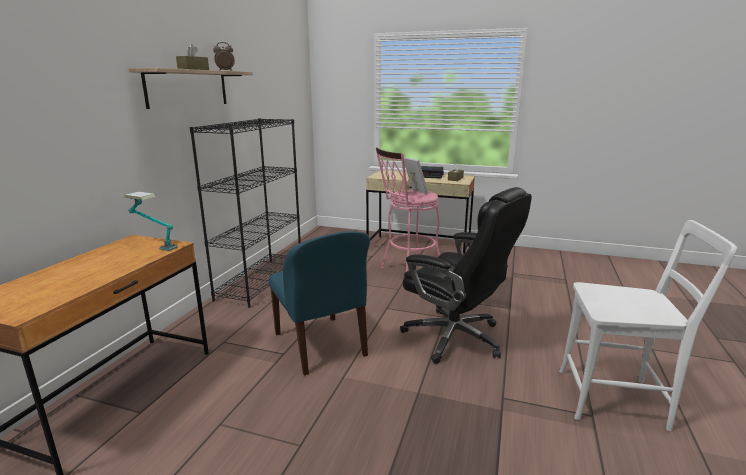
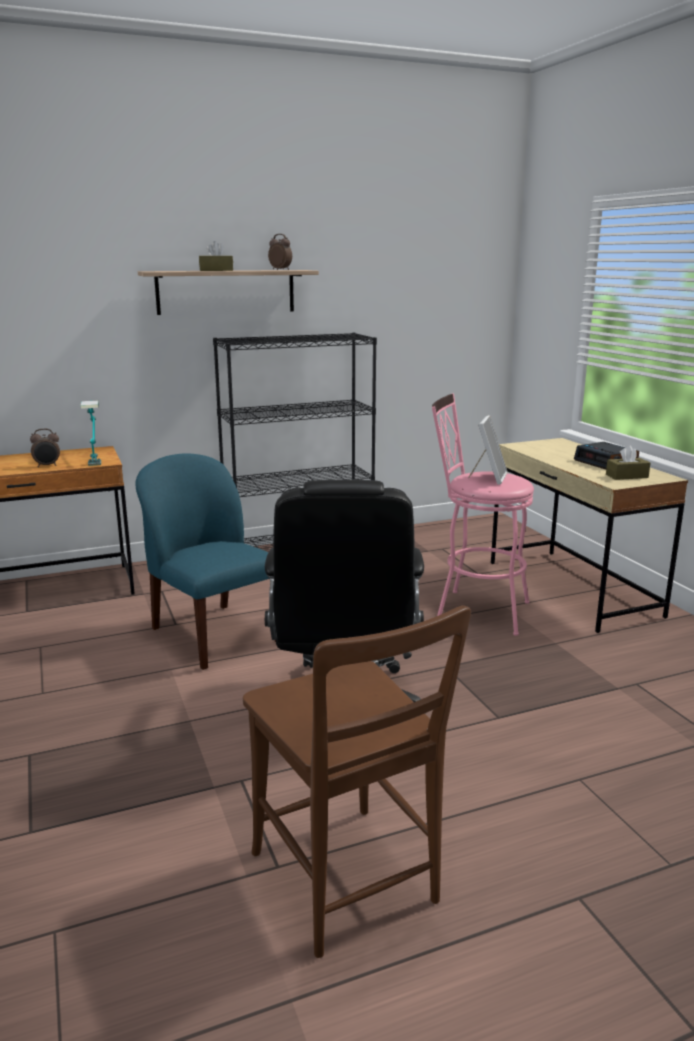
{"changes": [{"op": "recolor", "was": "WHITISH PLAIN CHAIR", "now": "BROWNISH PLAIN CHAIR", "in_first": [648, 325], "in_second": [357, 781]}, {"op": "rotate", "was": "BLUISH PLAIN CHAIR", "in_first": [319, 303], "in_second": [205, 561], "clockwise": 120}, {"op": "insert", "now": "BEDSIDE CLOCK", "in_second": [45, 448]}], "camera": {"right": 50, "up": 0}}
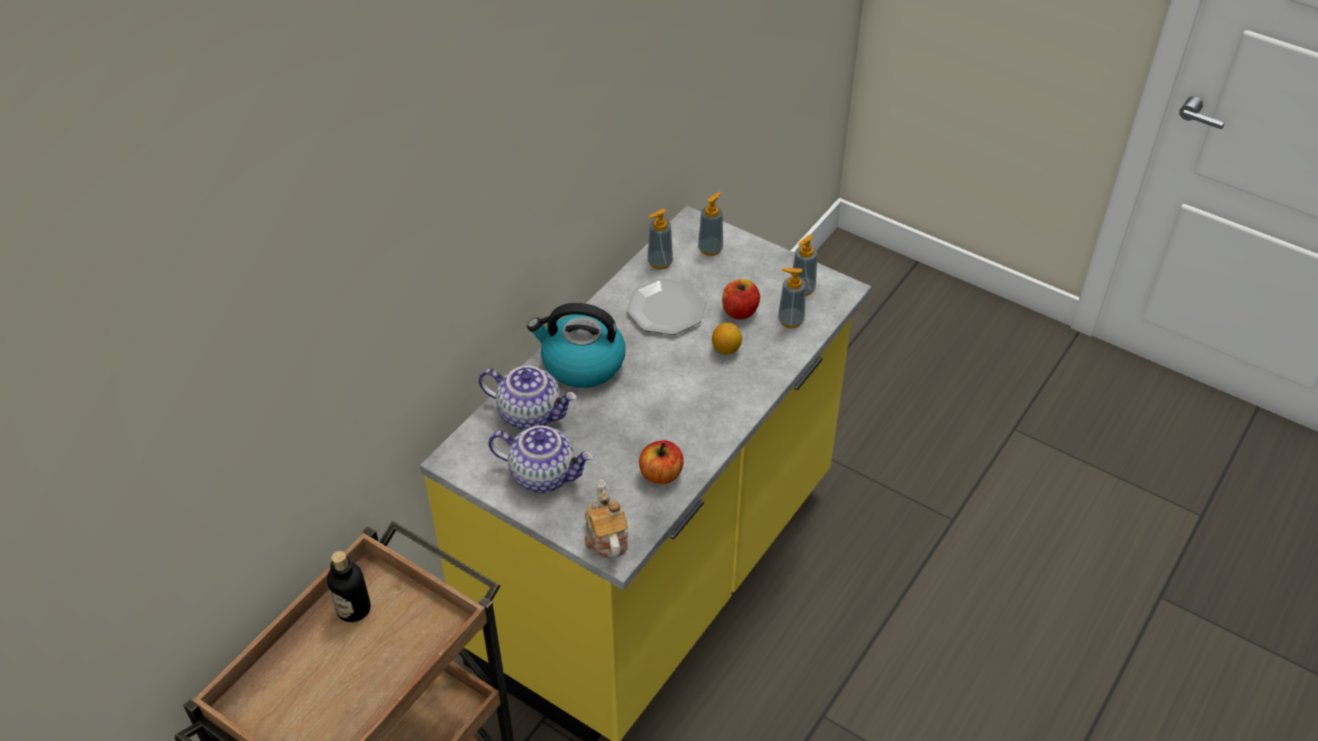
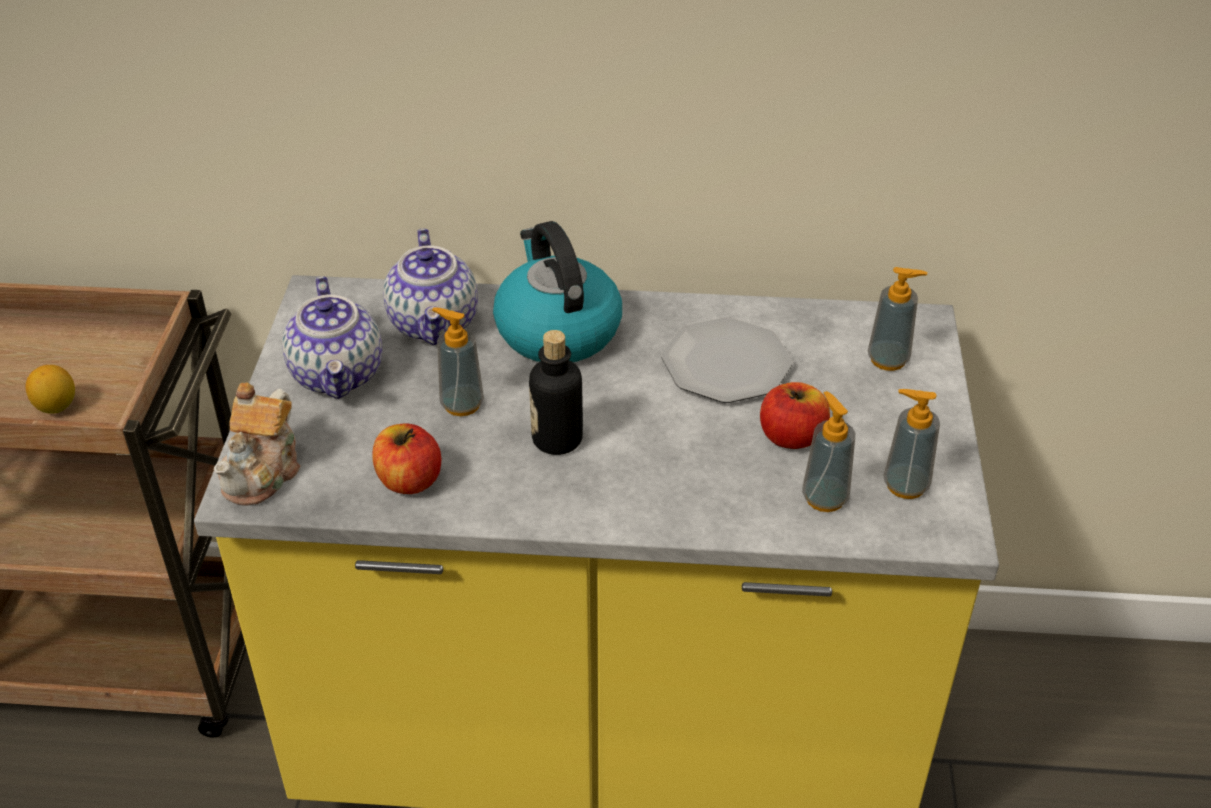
{"changes": [{"op": "move", "was": "LIQUID SOAP BOTTLE", "in_first": [660, 239], "in_second": [458, 362]}, {"op": "move", "was": "WHOLE LEMON", "in_first": [727, 338], "in_second": [50, 389]}, {"op": "rotate", "was": "TEAPOT", "in_first": [606, 518], "in_second": [257, 444], "clockwise": 150}, {"op": "move", "was": "BEVERAGE BOTTLE", "in_first": [349, 586], "in_second": [556, 392]}], "camera": {"right": 60, "up": -5}}
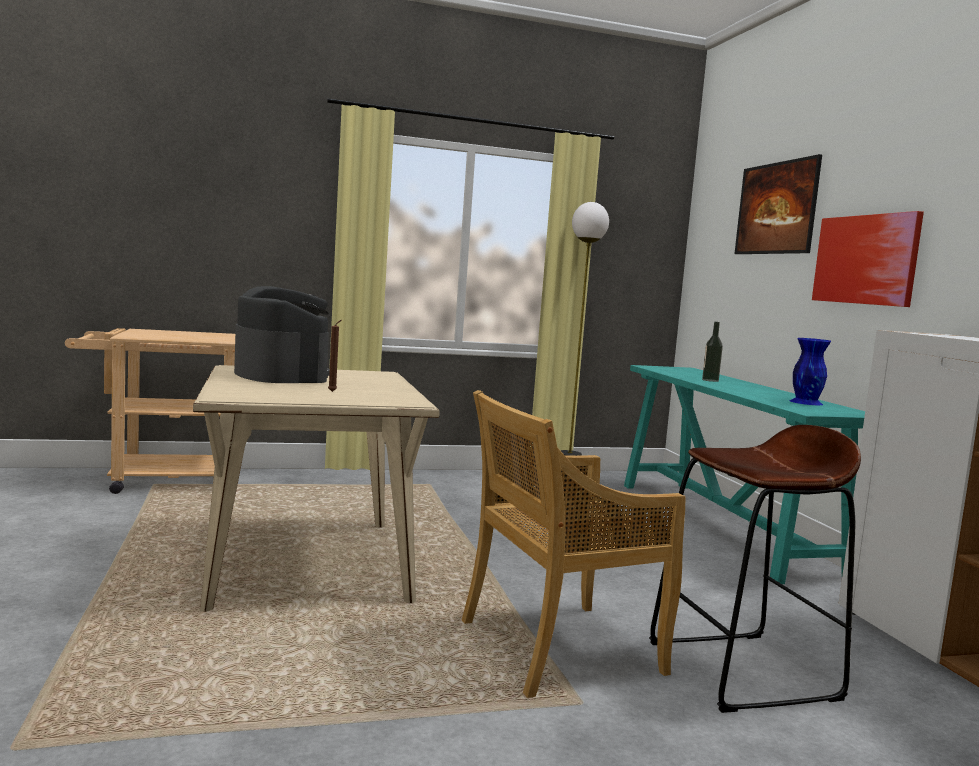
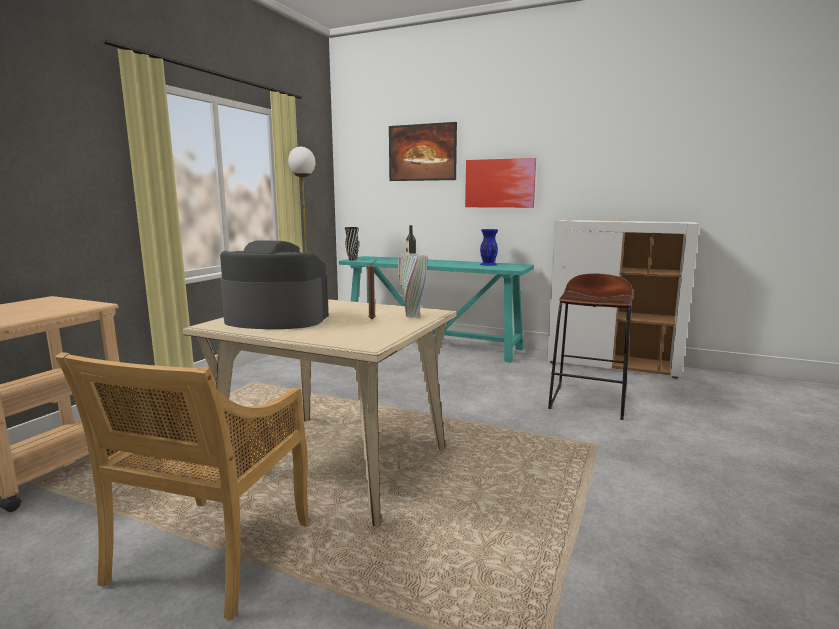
{"changes": [{"op": "move", "was": "SAND-COLOURED PLAIN CHAIR", "in_first": [573, 544], "in_second": [182, 486]}, {"op": "insert", "now": "BLACK FLOWER VASE", "in_second": [352, 244]}, {"op": "insert", "now": "WHITISH FLOWER VASE", "in_second": [412, 285]}], "camera": {"right": -50, "up": 5}}
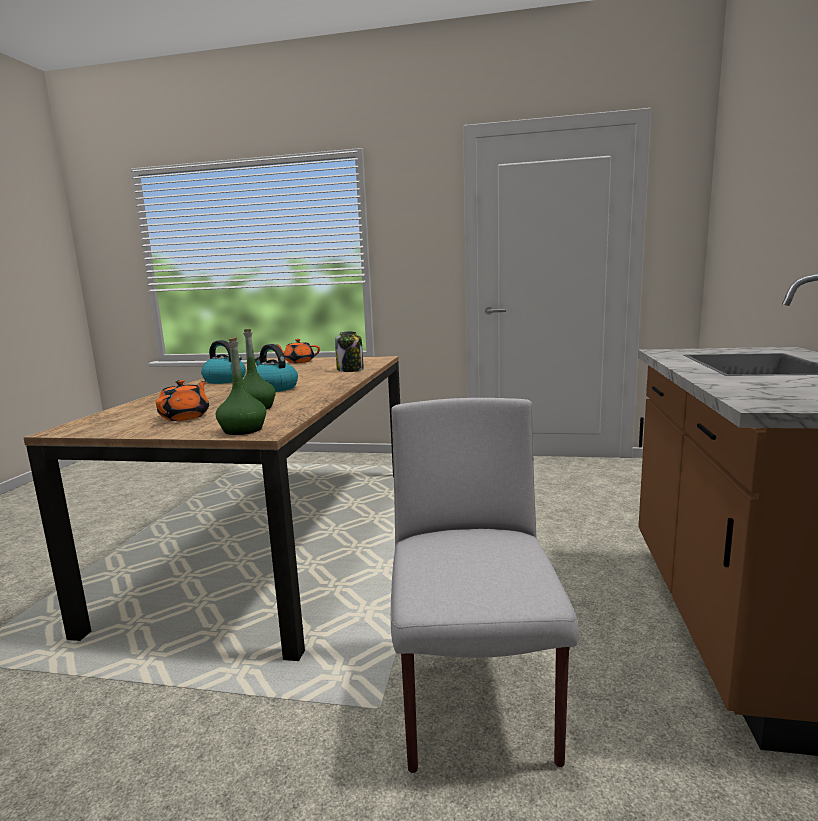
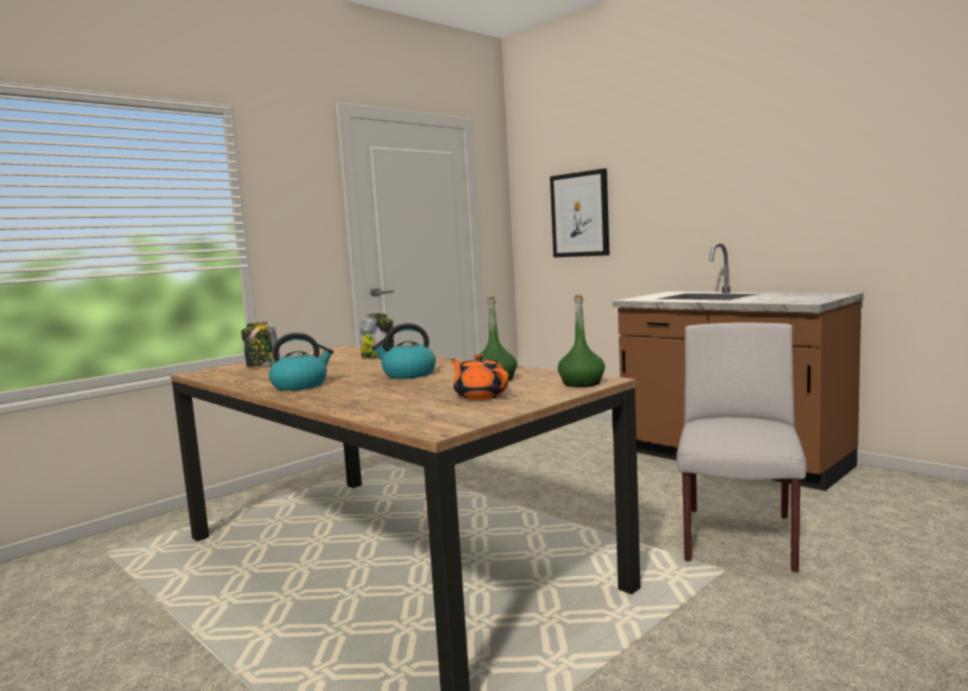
{"changes": [{"op": "replace", "was": "ORANGE TEAPOT", "now": "STORAGE JAR", "in_first": [297, 351], "in_second": [260, 344]}, {"op": "rotate", "was": "GREYISH PLAIN CHAIR", "in_first": [485, 585], "in_second": [741, 447], "clockwise": 75}, {"op": "insert", "now": "WALL ART", "in_second": [580, 213]}], "camera": {"right": -55, "up": -5}}
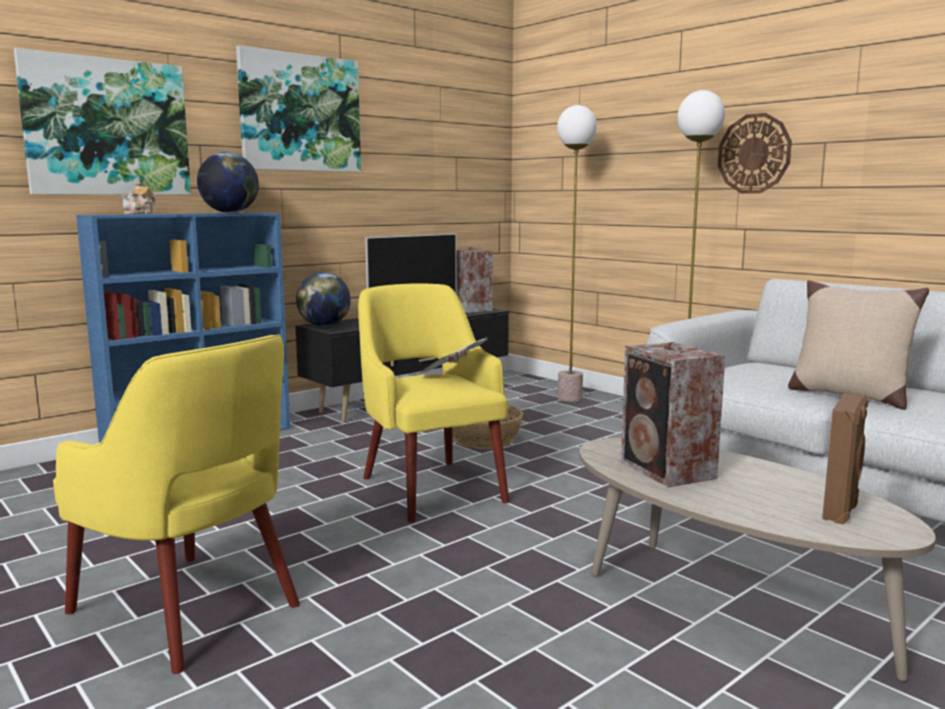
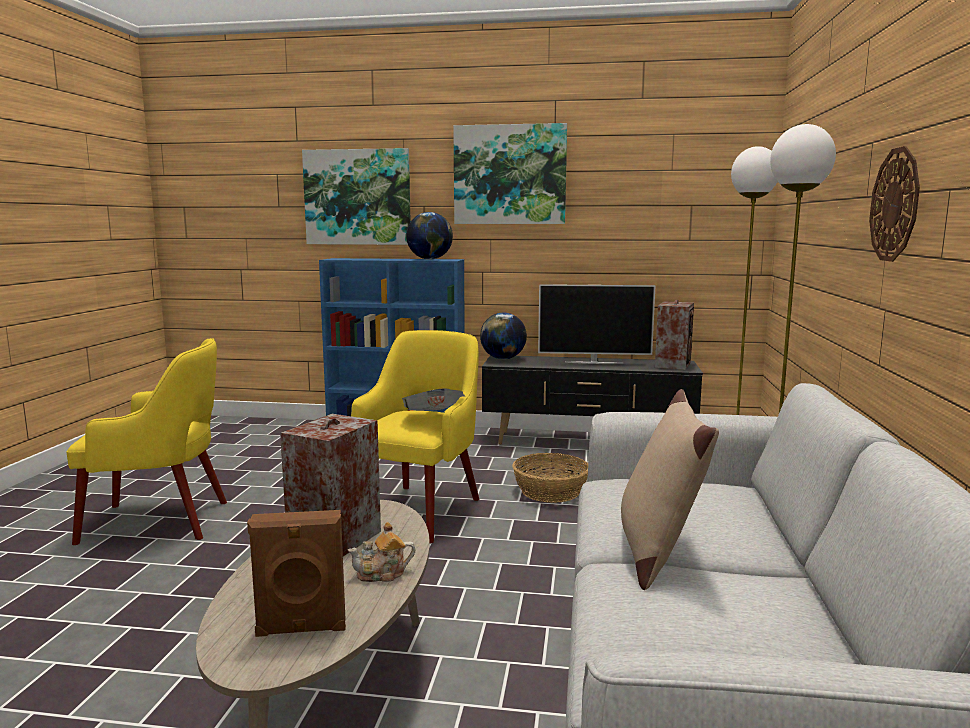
{"changes": [{"op": "move", "was": "TEAPOT", "in_first": [138, 197], "in_second": [381, 552]}, {"op": "rotate", "was": "YELLOW LOUNGE CHAIR", "in_first": [176, 504], "in_second": [147, 441], "clockwise": -90}], "camera": {"right": 50, "up": 0}}
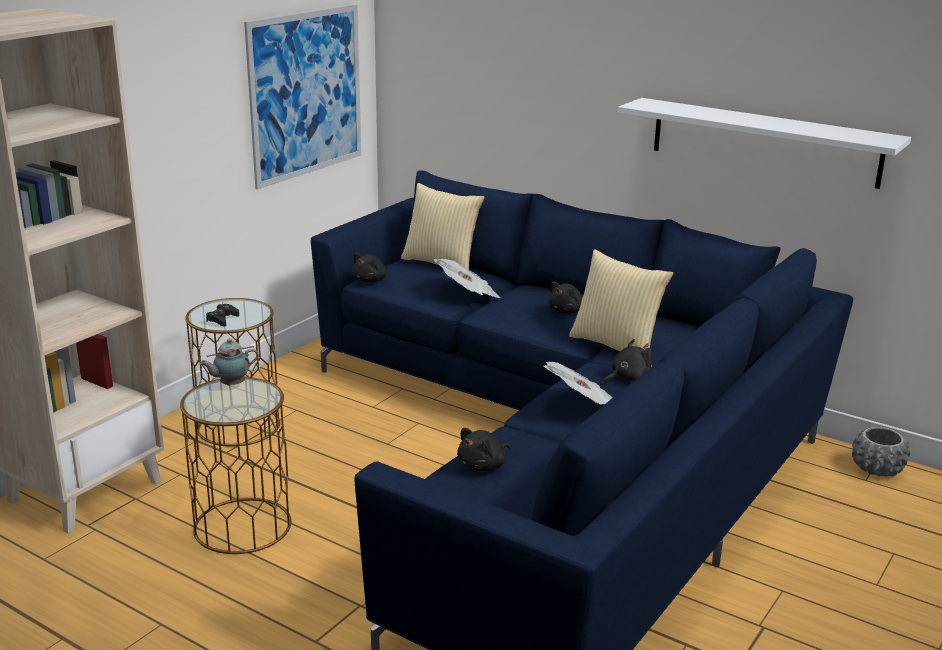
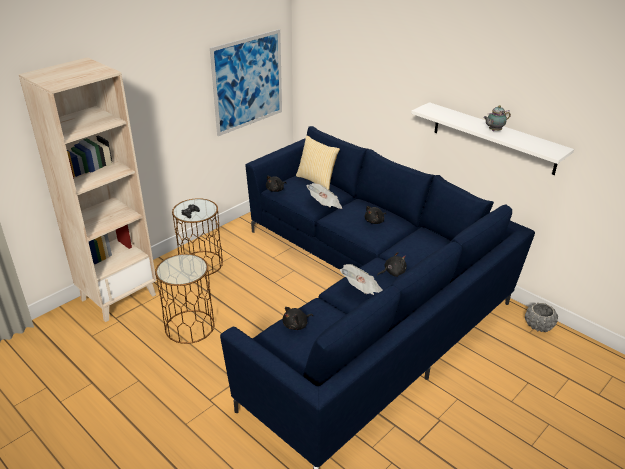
{"changes": [{"op": "delete", "was": "THROW PILLOW", "in_first": [621, 300]}, {"op": "move", "was": "TEAPOT", "in_first": [229, 362], "in_second": [497, 118]}], "camera": {"right": 10, "up": 10}}
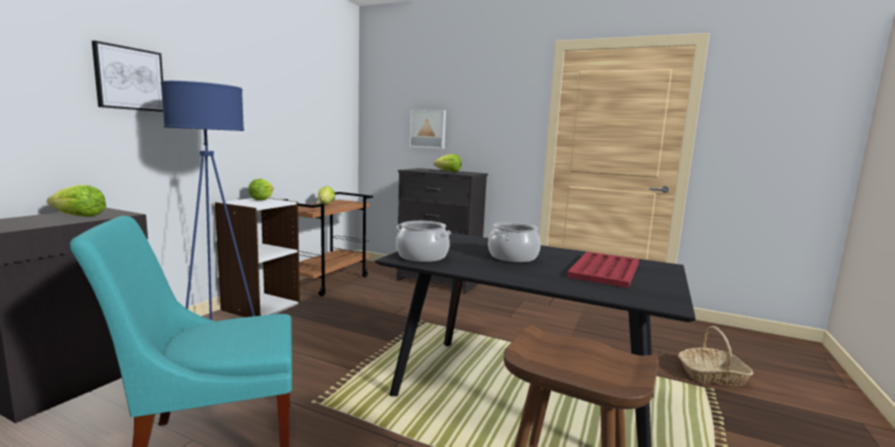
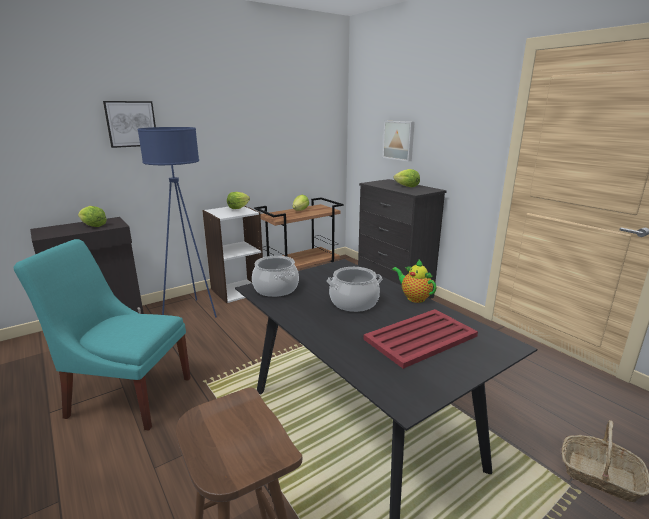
{"changes": [{"op": "insert", "now": "TEAPOT", "in_second": [414, 281]}], "camera": {"right": 30, "up": 10}}
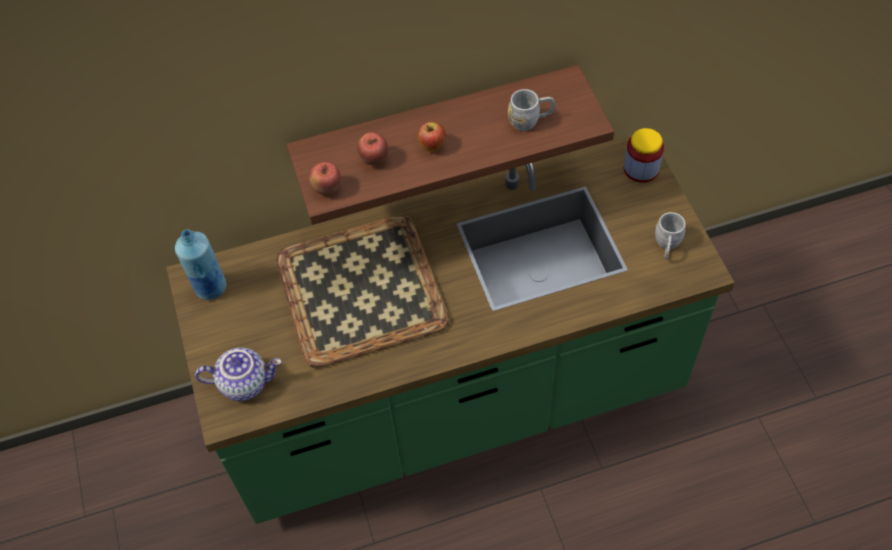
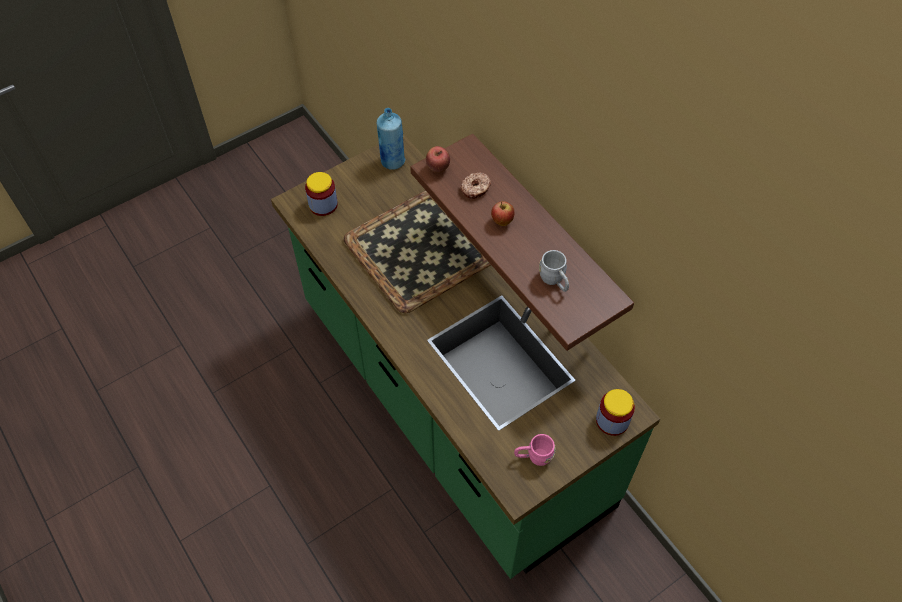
{"changes": [{"op": "replace", "was": "APPLE", "now": "DOUGHNUT", "in_first": [372, 148], "in_second": [475, 185]}, {"op": "recolor", "was": "GREYISH TEA MUG", "now": "PINK TEA MUG", "in_first": [670, 235], "in_second": [535, 450]}, {"op": "replace", "was": "TEAPOT", "now": "STORAGE JAR", "in_first": [238, 374], "in_second": [321, 194]}], "camera": {"right": 70, "up": 0}}
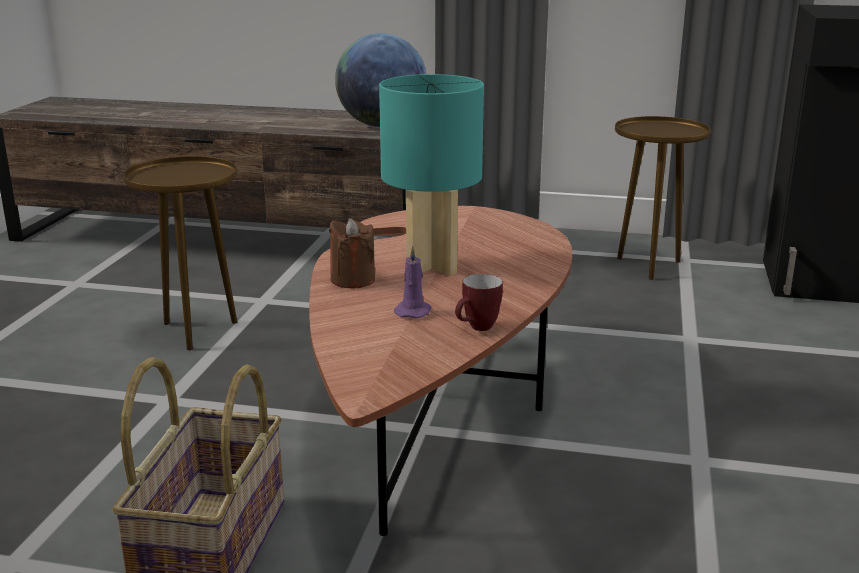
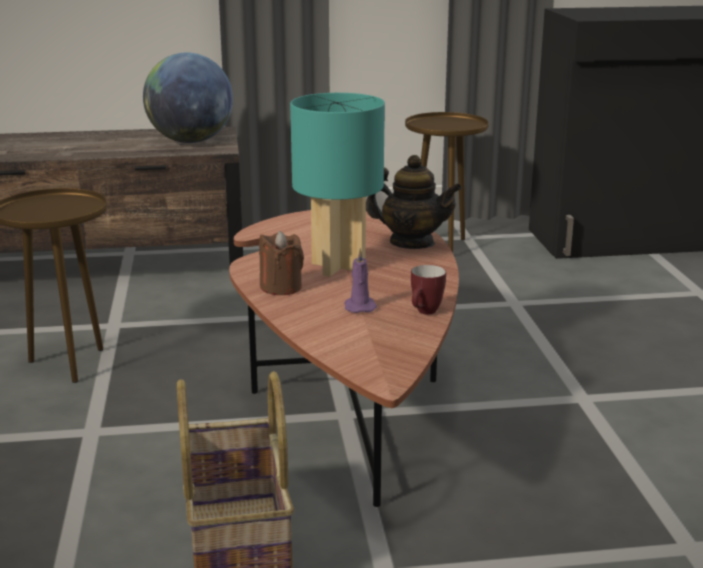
{"changes": [{"op": "insert", "now": "TEAPOT", "in_second": [414, 202]}], "camera": {"right": -20, "up": 0}}
